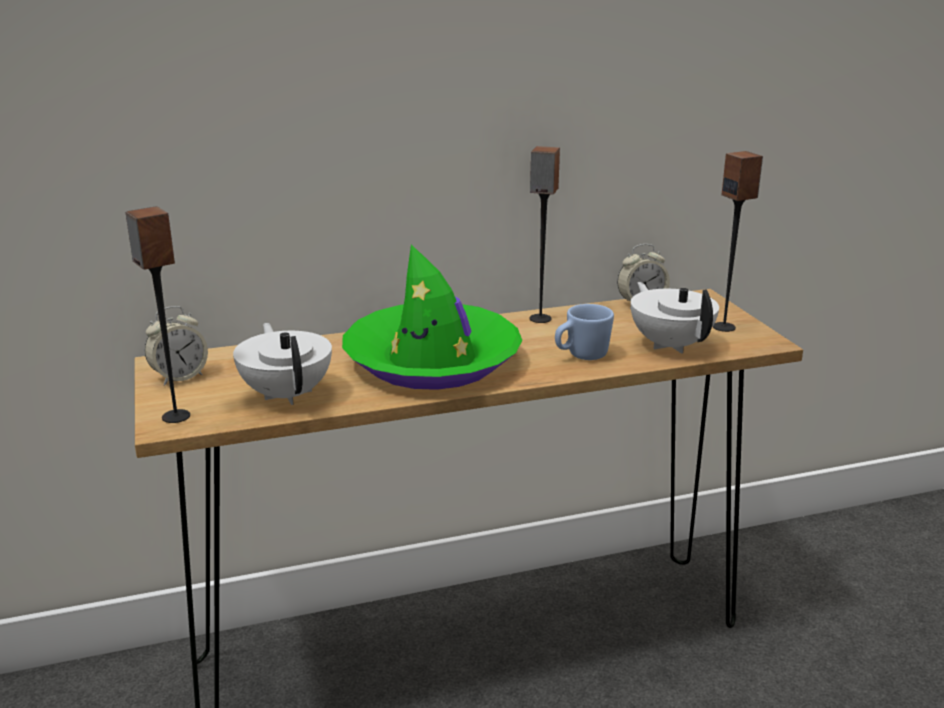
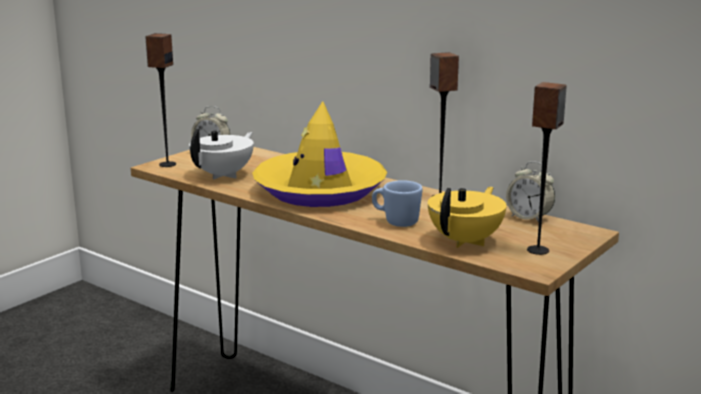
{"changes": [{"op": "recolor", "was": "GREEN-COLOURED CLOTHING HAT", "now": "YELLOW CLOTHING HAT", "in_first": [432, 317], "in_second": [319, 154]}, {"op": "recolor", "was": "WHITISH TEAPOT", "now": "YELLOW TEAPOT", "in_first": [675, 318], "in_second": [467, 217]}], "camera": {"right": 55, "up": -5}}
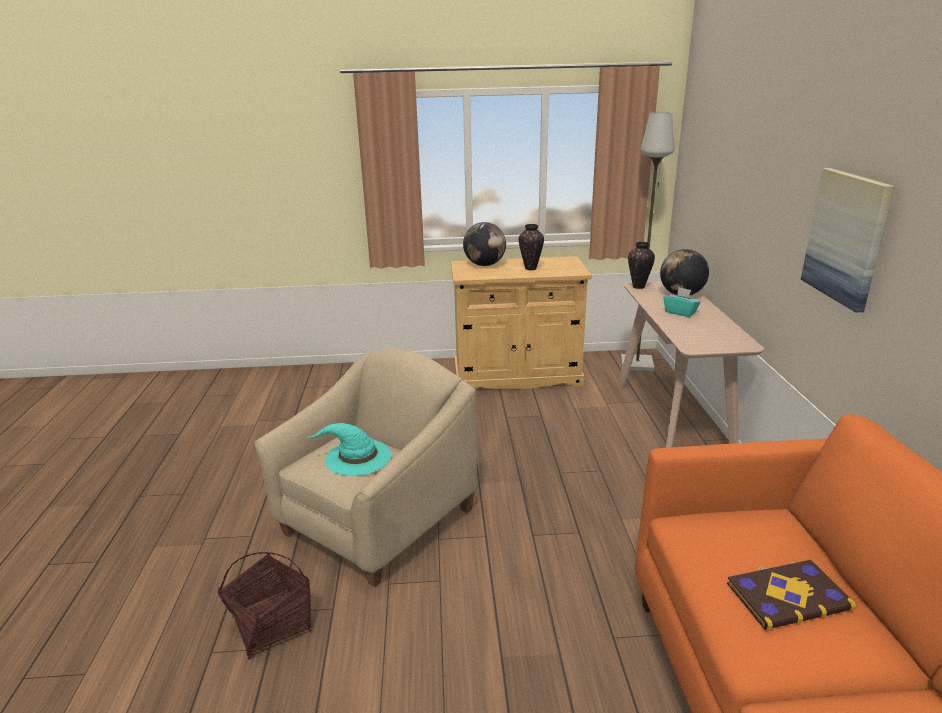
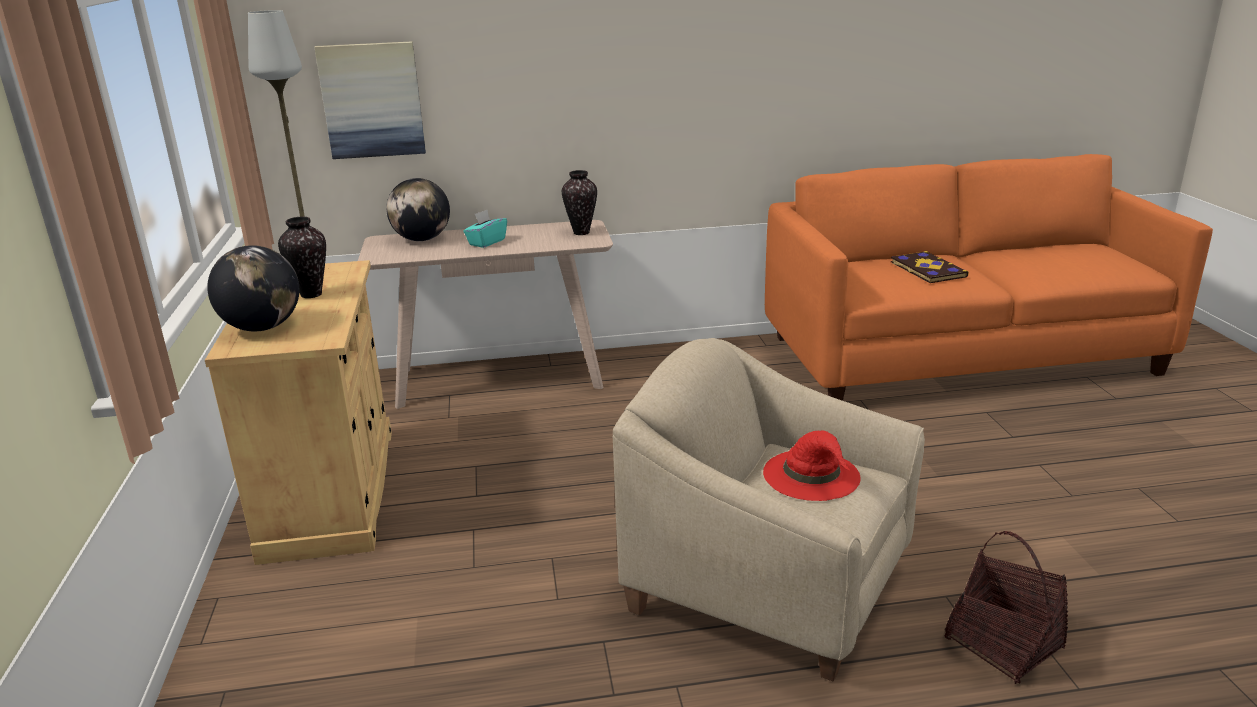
{"changes": [{"op": "move", "was": "WALL ART", "in_first": [848, 240], "in_second": [370, 100]}, {"op": "move", "was": "FLOWER VASE", "in_first": [641, 265], "in_second": [579, 202]}, {"op": "recolor", "was": "TURQUOISE-COLOURED CLOTHING HAT", "now": "RED-COLOURED CLOTHING HAT", "in_first": [349, 449], "in_second": [812, 465]}], "camera": {"right": -95, "up": 0}}
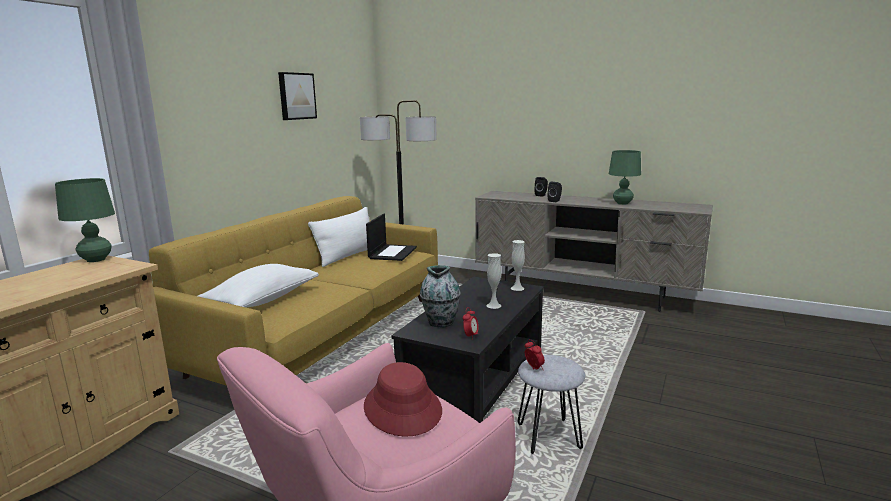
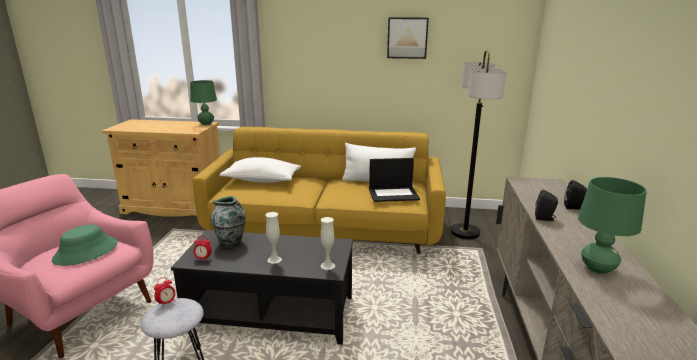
{"changes": [{"op": "recolor", "was": "RED-COLOURED CLOTHING HAT", "now": "GREEN-COLOURED CLOTHING HAT", "in_first": [403, 399], "in_second": [85, 245]}], "camera": {"right": 70, "up": 5}}
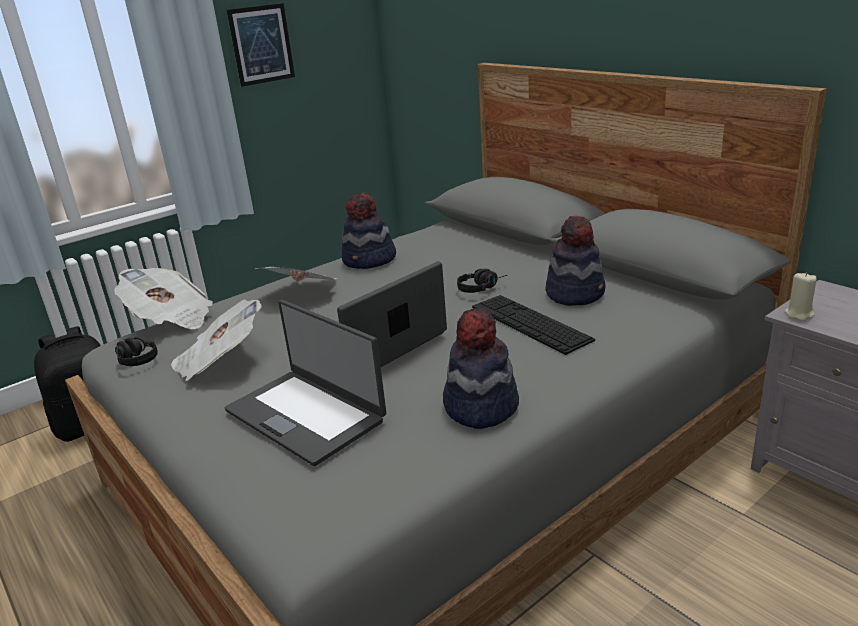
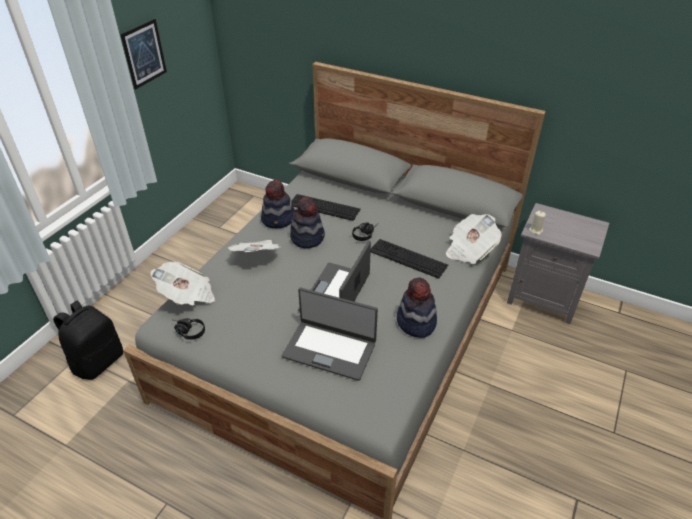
{"changes": [{"op": "move", "was": "CLOTHING HAT", "in_first": [575, 260], "in_second": [307, 223]}, {"op": "move", "was": "PRINTED PAPER", "in_first": [216, 340], "in_second": [473, 239]}, {"op": "insert", "now": "KEYBOARD", "in_second": [326, 207]}], "camera": {"right": -25, "up": 15}}
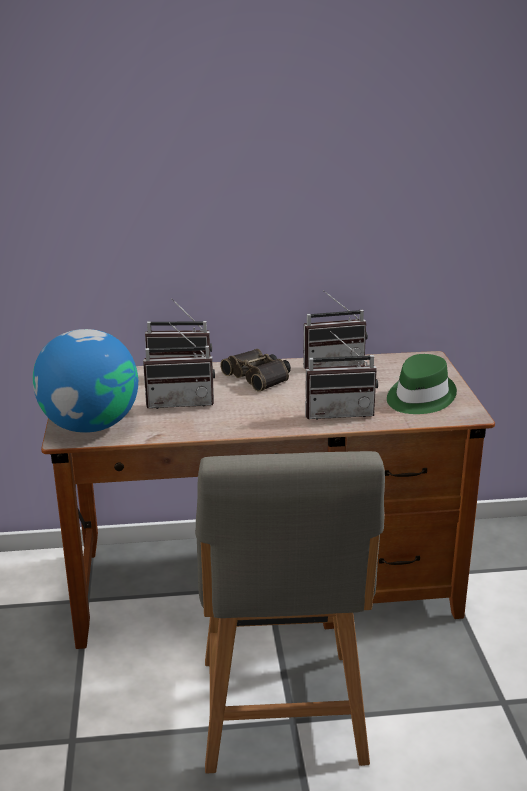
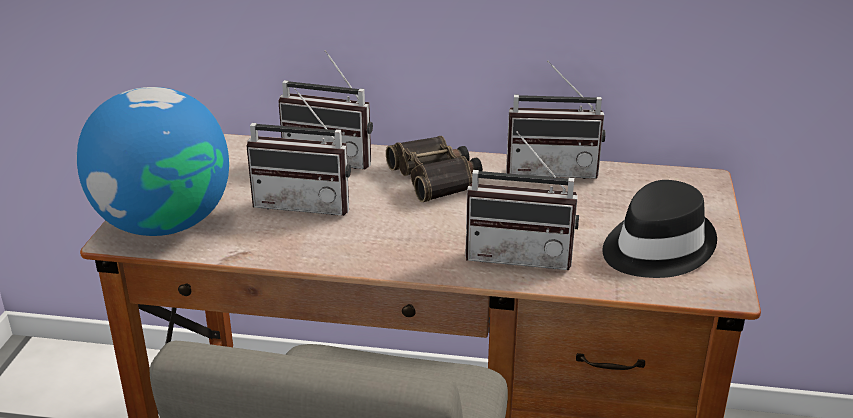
{"changes": [{"op": "recolor", "was": "GREEN-COLOURED CLOTHING HAT", "now": "BLACK CLOTHING HAT", "in_first": [422, 384], "in_second": [659, 229]}], "camera": {"right": 15, "up": 5}}
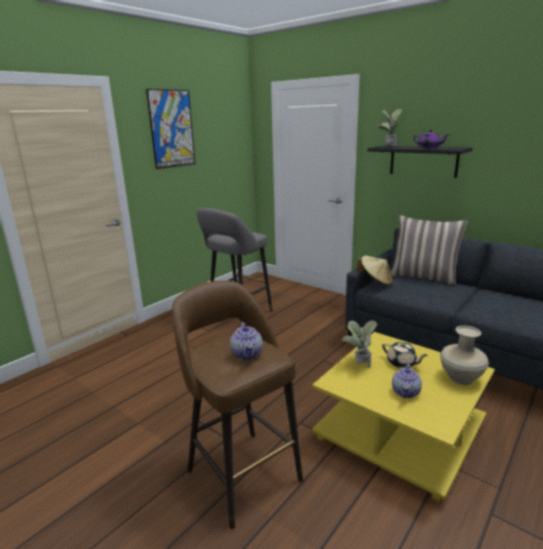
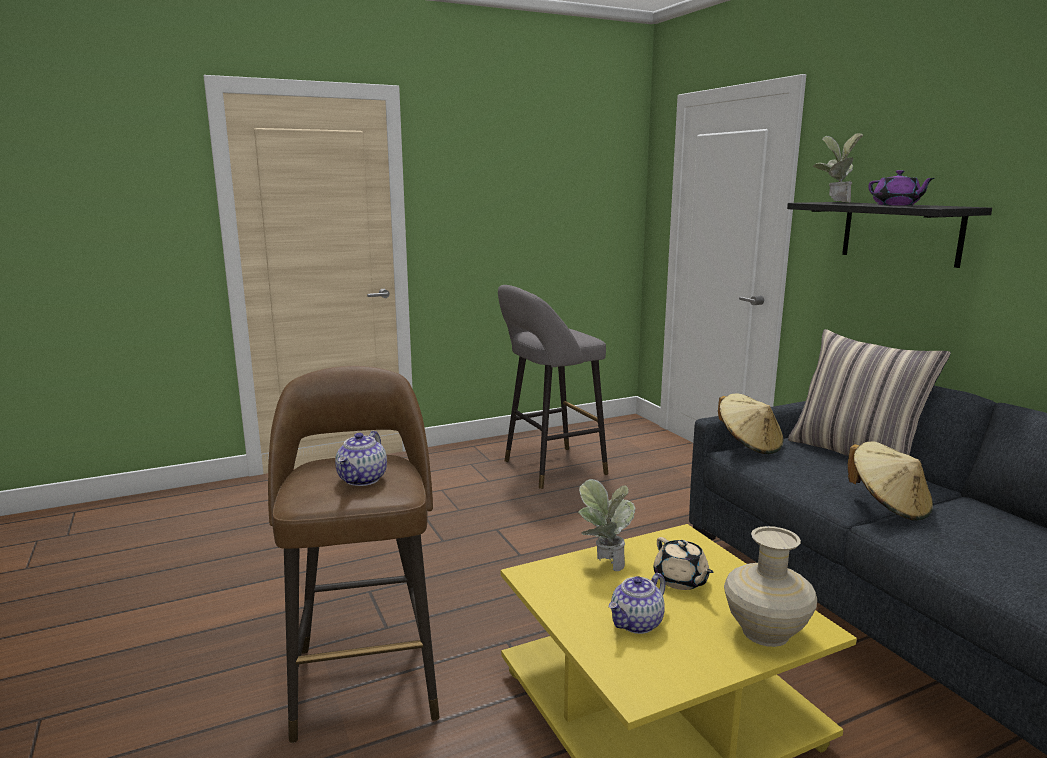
{"changes": [{"op": "delete", "was": "WALL ART", "in_first": [171, 129]}, {"op": "insert", "now": "SAND-COLOURED CLOTHING HAT", "in_second": [890, 481]}], "camera": {"right": 25, "up": -5}}
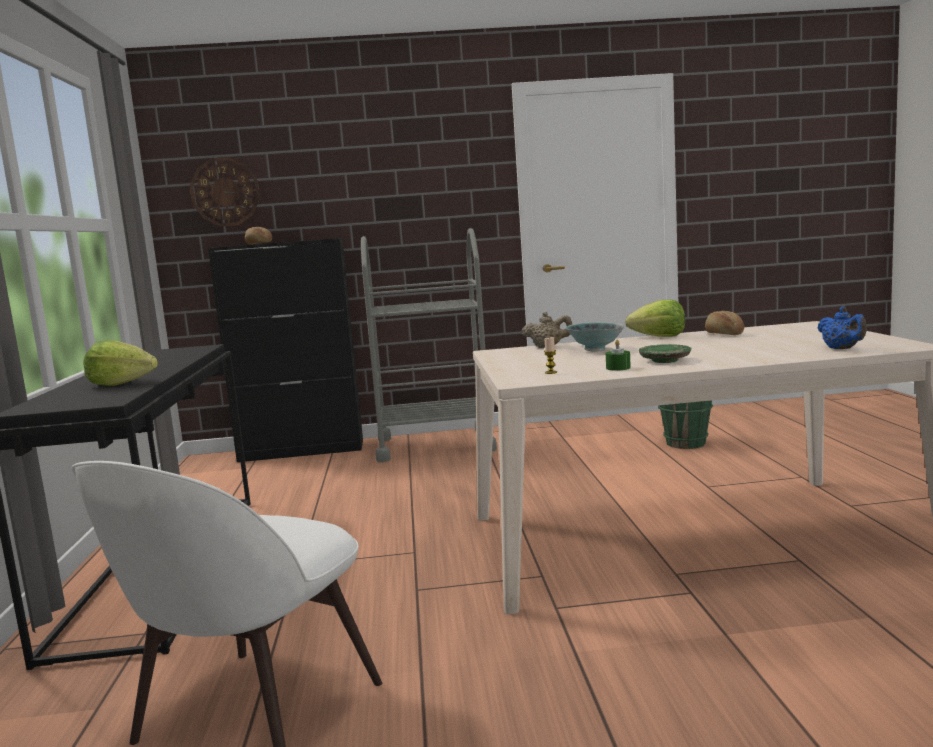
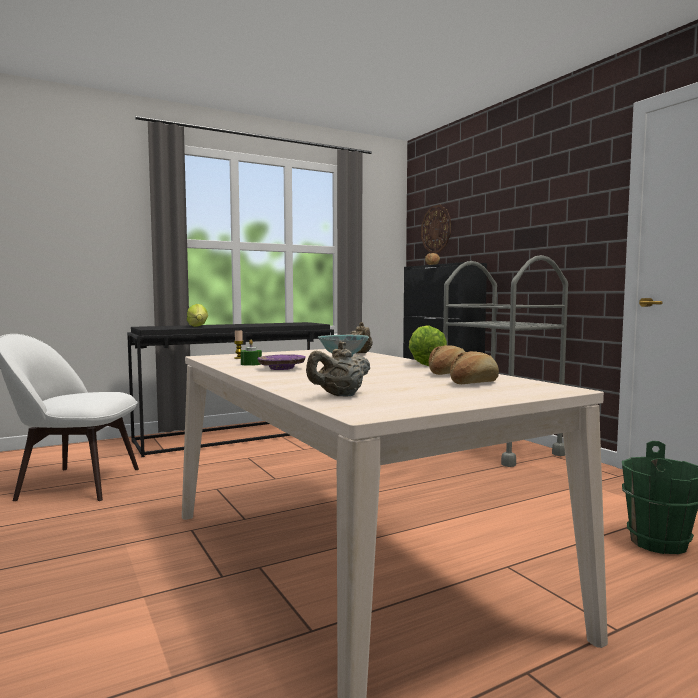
{"changes": [{"op": "recolor", "was": "BLUISH TEAPOT", "now": "SAND-COLOURED TEAPOT", "in_first": [842, 327], "in_second": [338, 368]}, {"op": "recolor", "was": "GREEN-COLOURED DINNER PLATE", "now": "PURPLE-COLOURED DINNER PLATE", "in_first": [665, 353], "in_second": [281, 362]}, {"op": "insert", "now": "BAKED BREAD", "in_second": [474, 367]}], "camera": {"right": 65, "up": -5}}
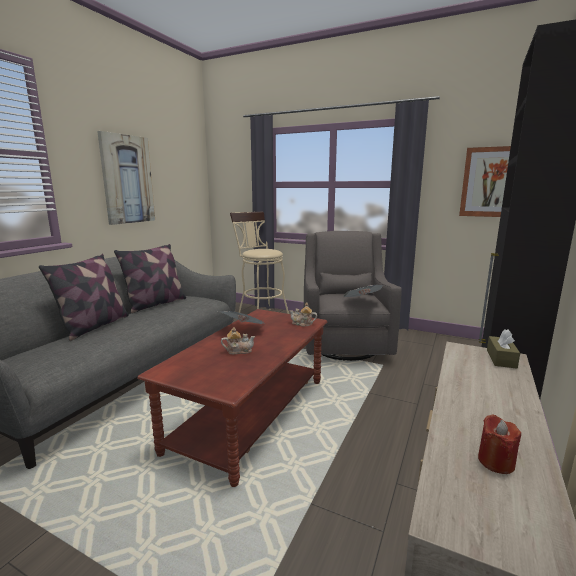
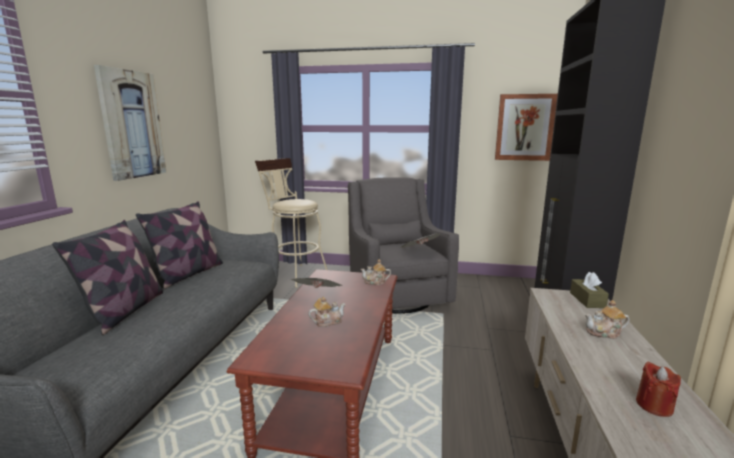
{"changes": [{"op": "insert", "now": "TEAPOT", "in_second": [607, 319]}], "camera": {"right": -15, "up": 0}}
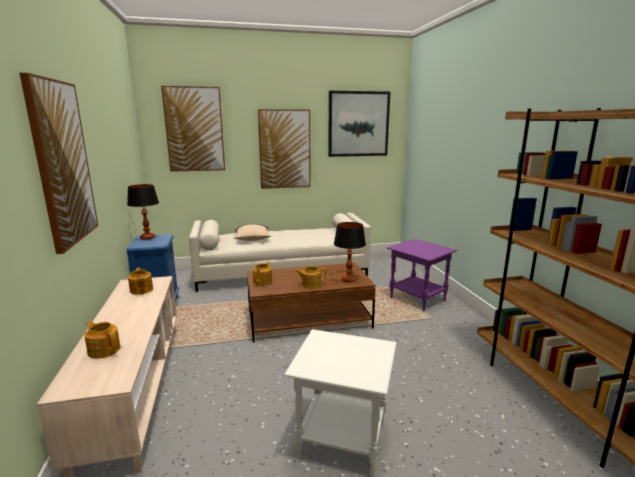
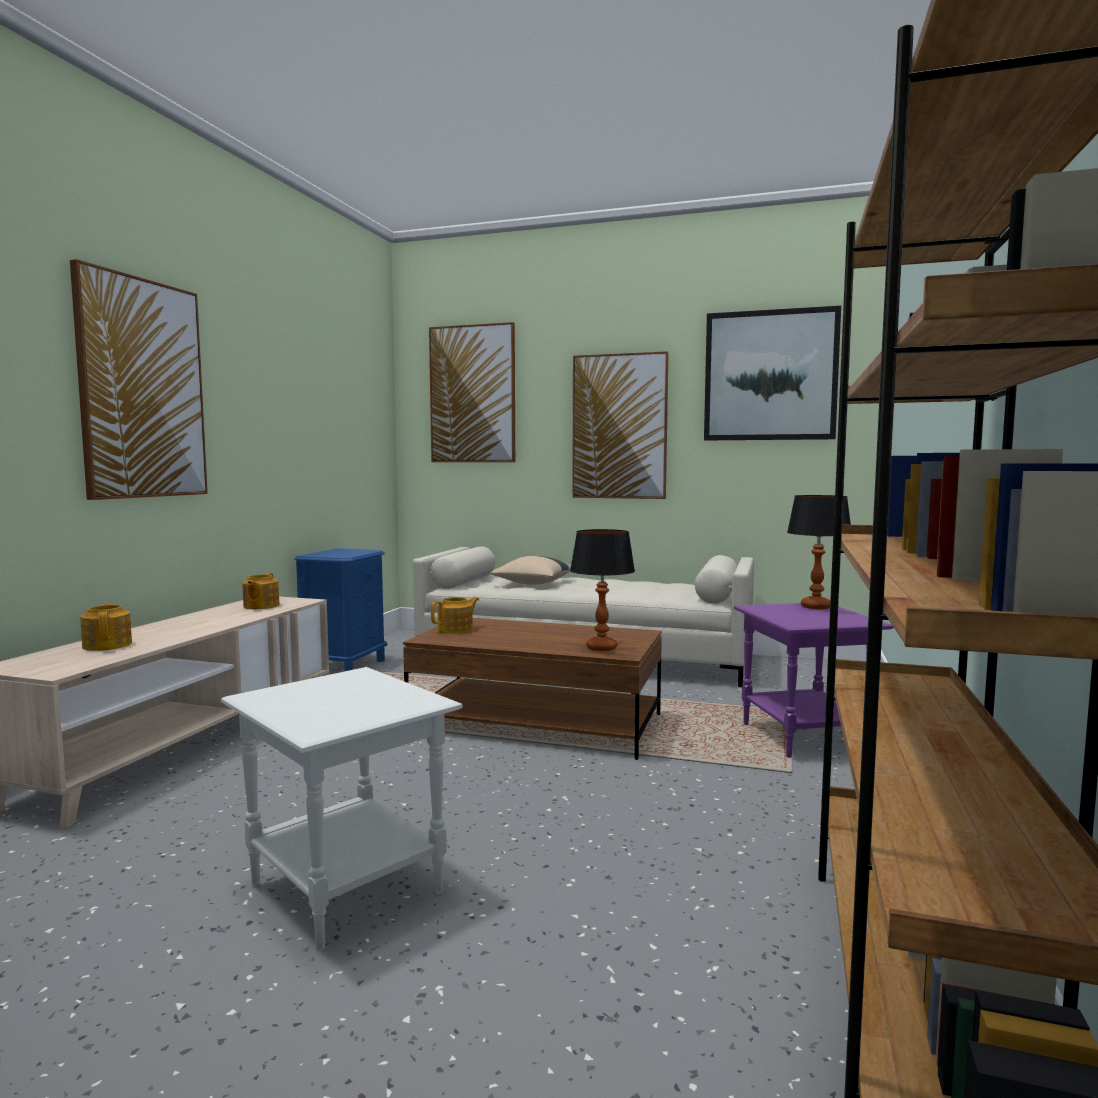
{"changes": [{"op": "move", "was": "LAMP FOR A TABLE", "in_first": [143, 212], "in_second": [819, 552]}, {"op": "delete", "was": "TEAPOT", "in_first": [311, 277]}], "camera": {"right": 30, "up": -10}}
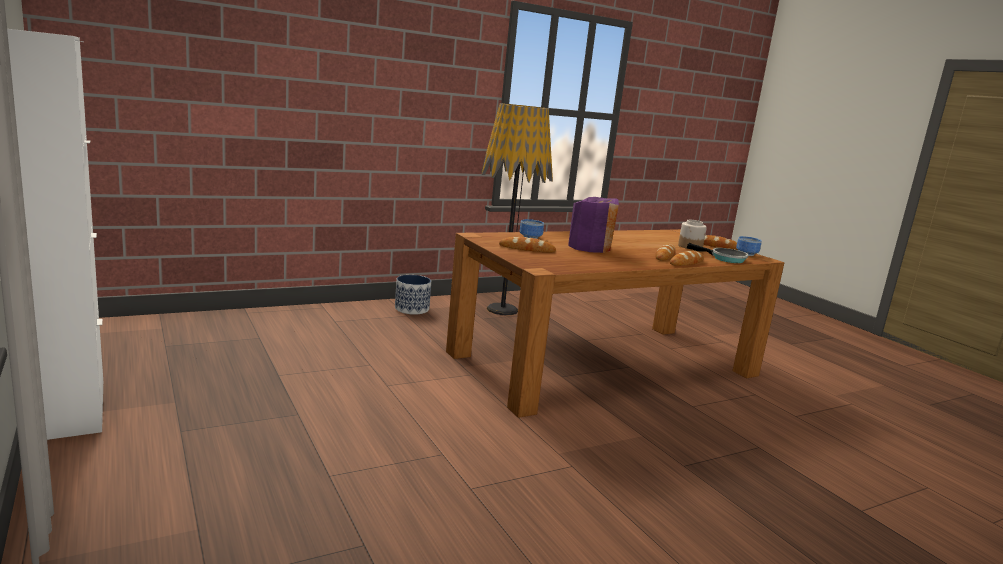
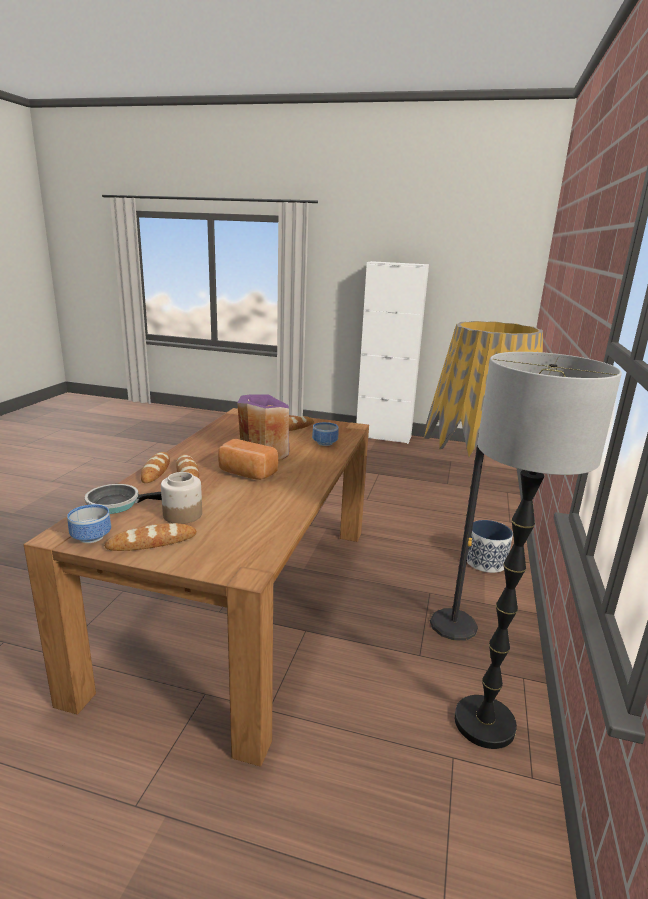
{"changes": [{"op": "insert", "now": "FLOOR LAMP", "in_second": [538, 550]}, {"op": "insert", "now": "BAKED BREAD", "in_second": [248, 459]}], "camera": {"right": 135, "up": 5}}
